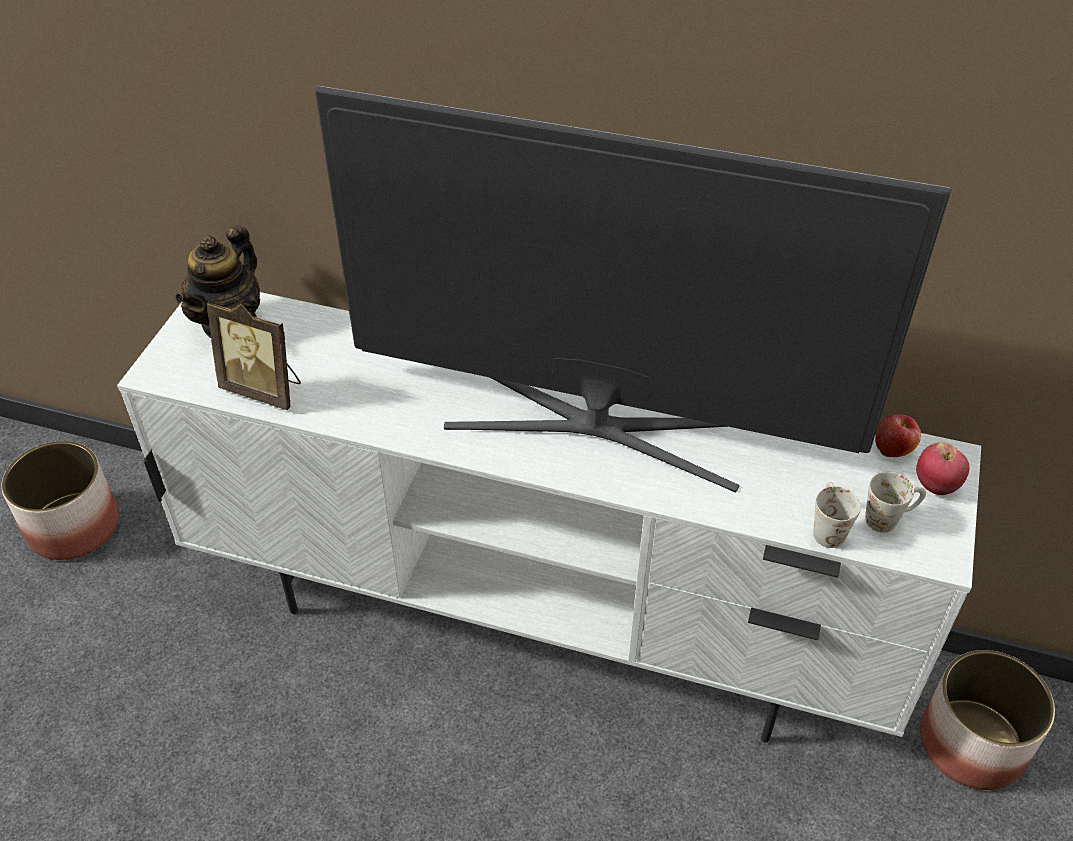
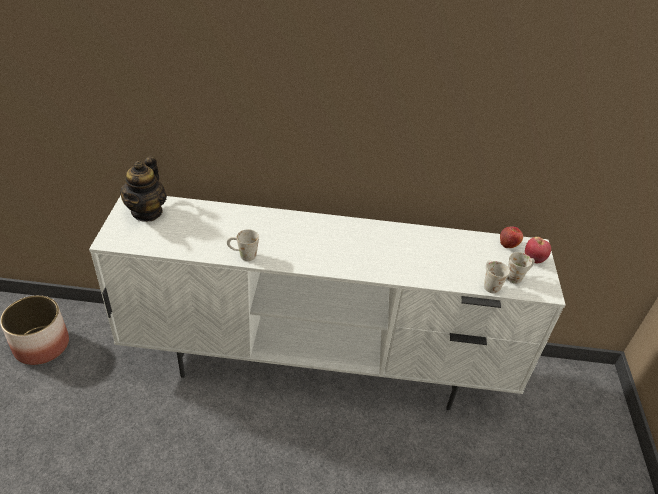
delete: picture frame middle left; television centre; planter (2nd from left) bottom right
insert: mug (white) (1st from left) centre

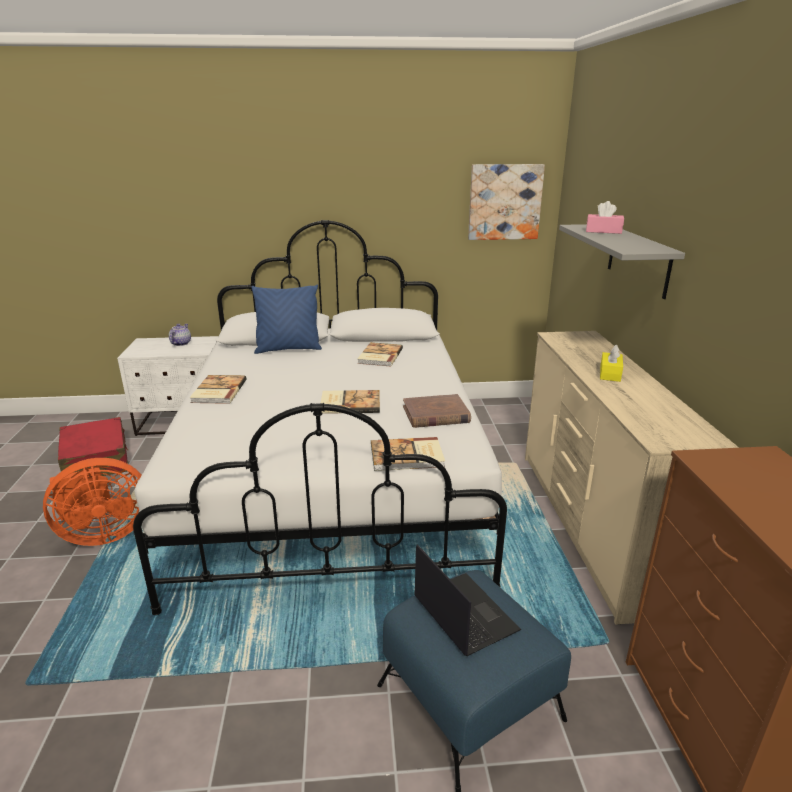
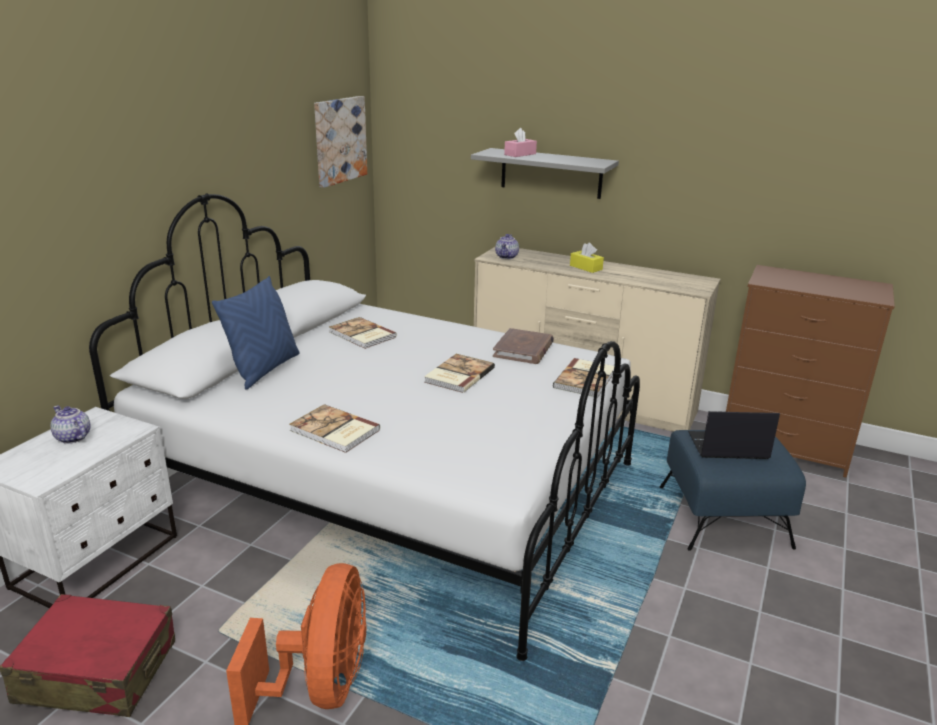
insert: teapot (2nd from left) centre

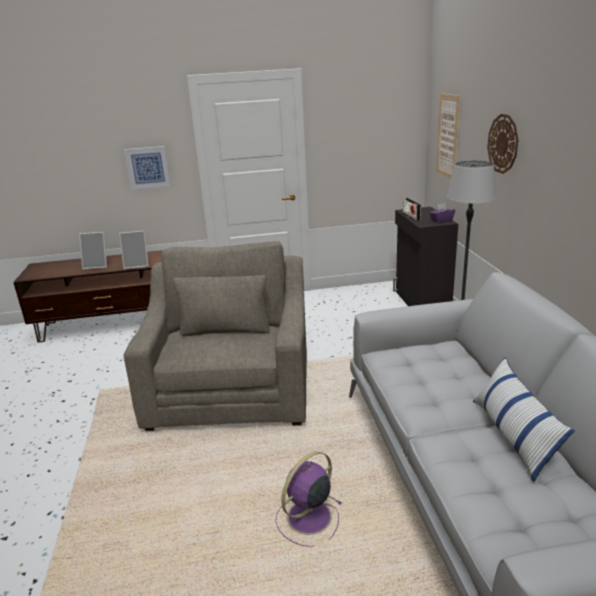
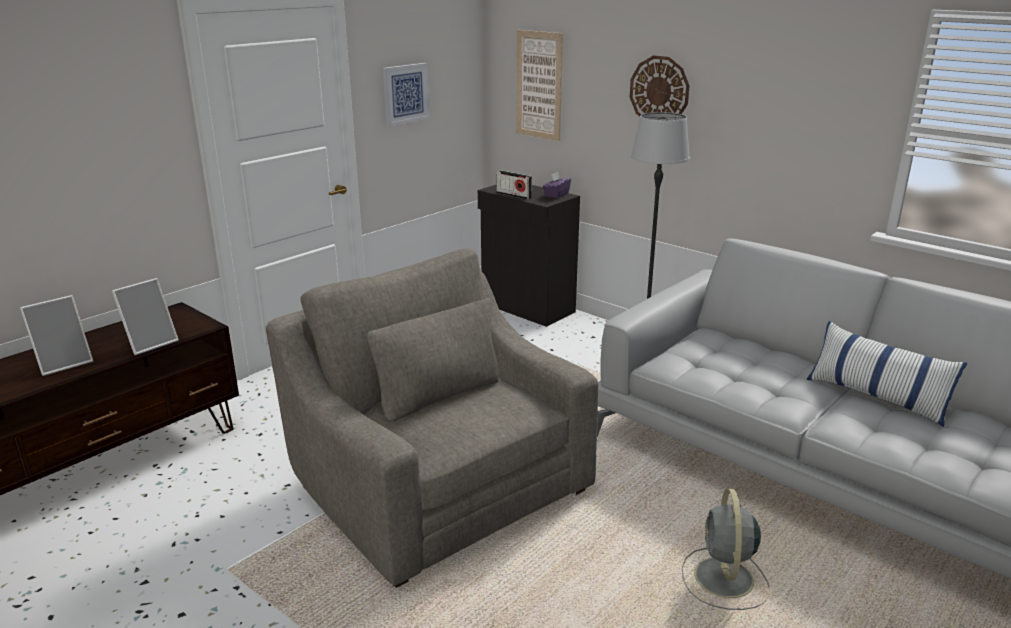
move: picture (1st from left) top left to top centre
recolor: fan (purple) bottom centre to fan (grey) bottom right

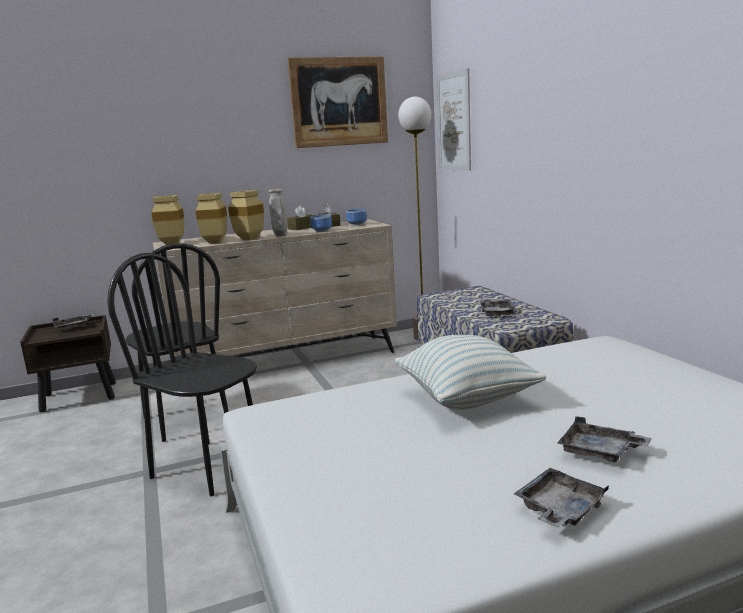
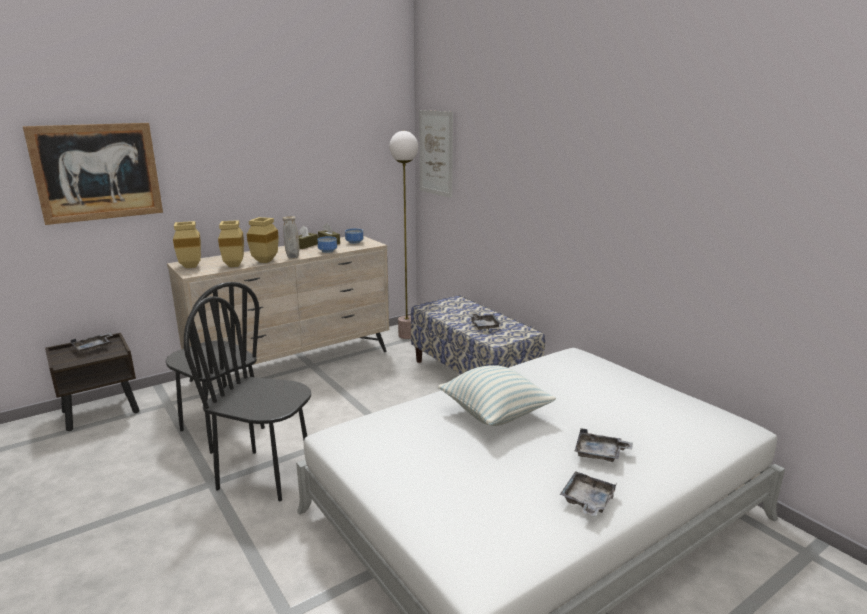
move: picture (1st from left) top centre to top left

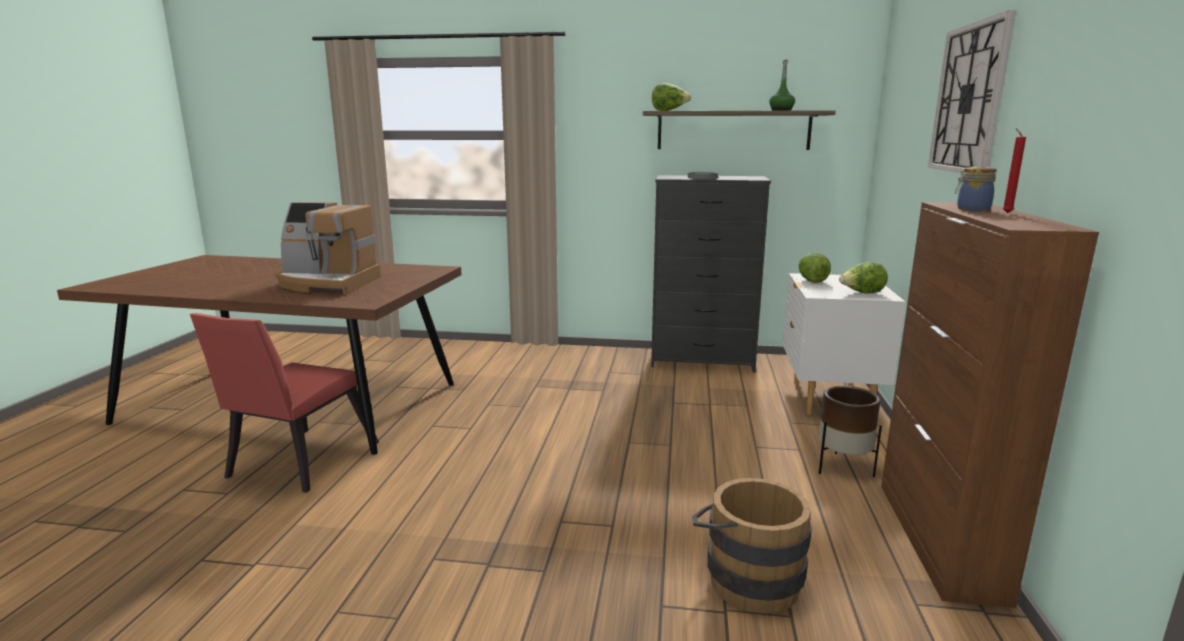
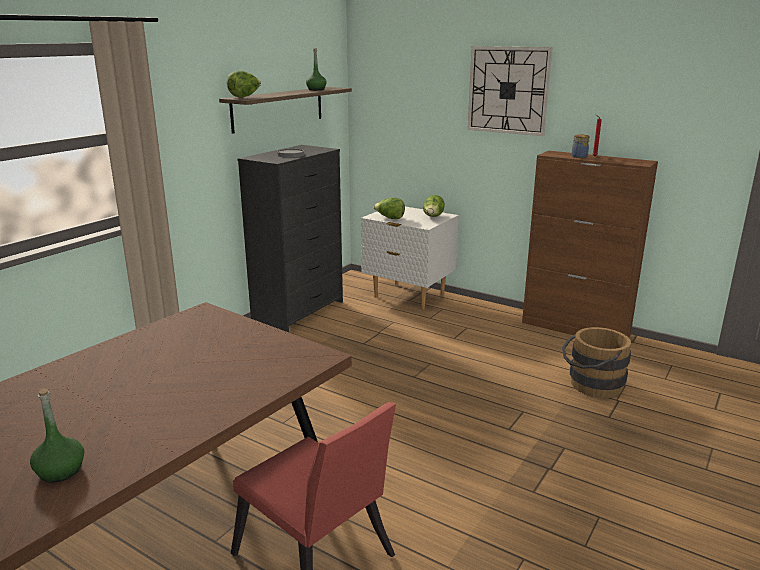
delete: coffee machine middle left; planter (brown) bottom right
insert: bottle (green) (1st from left) bottom left

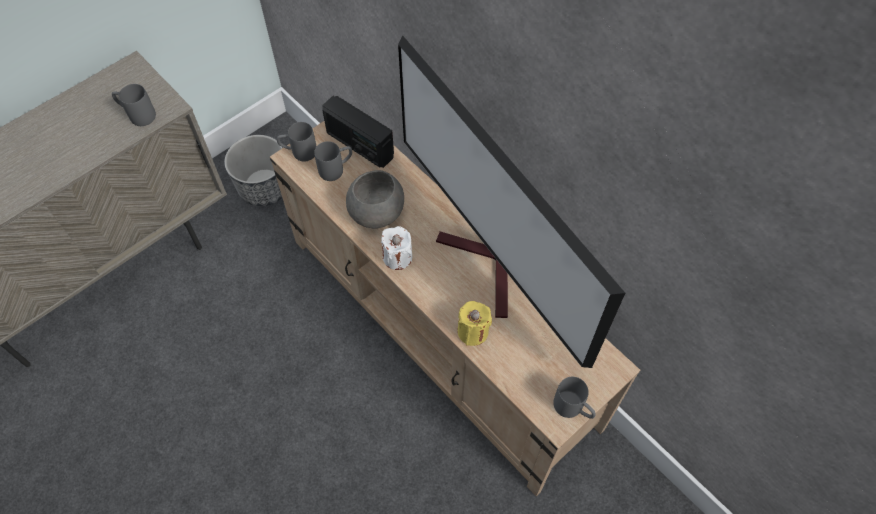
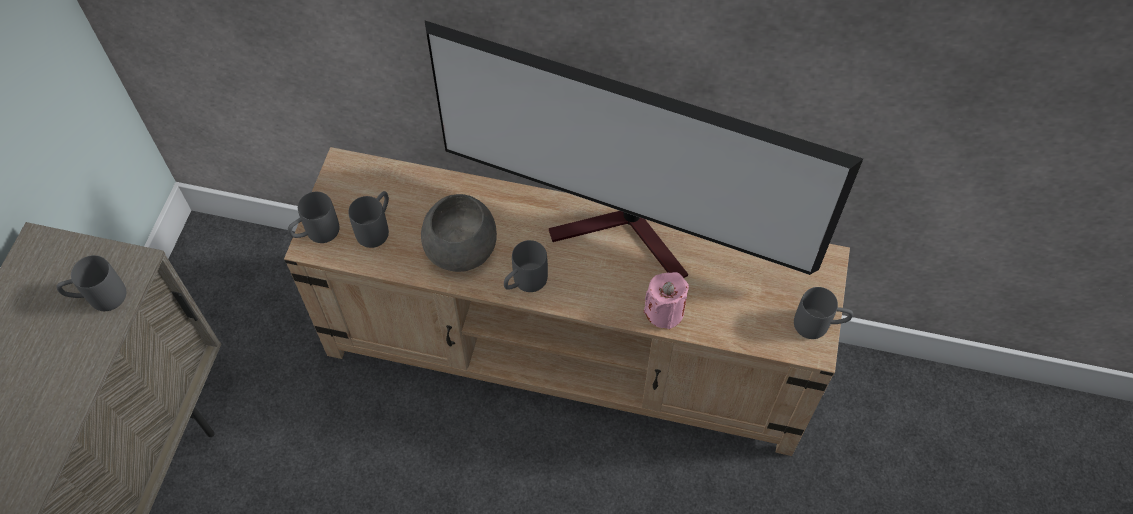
delete: planter top left; radio top centre
replace: candle (white) centre to mug (grey) (4th from left) centre
recolor: candle (yellow) centre to candle (pink) centre

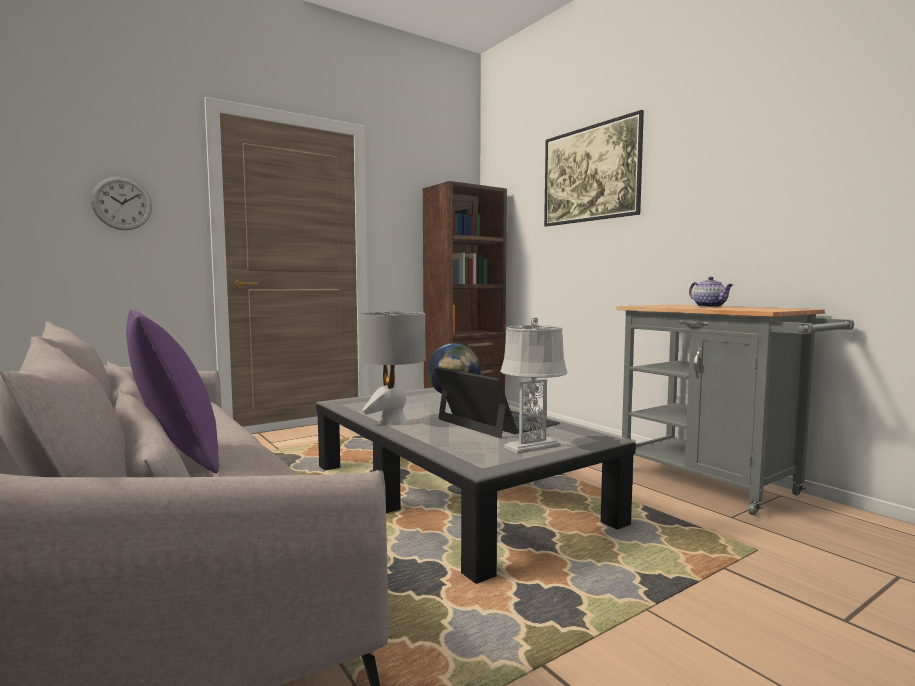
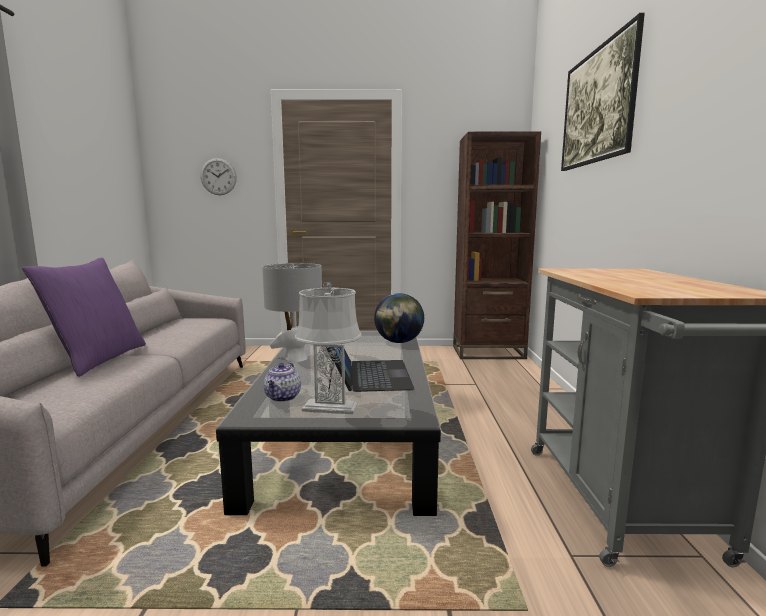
move: teapot middle right to centre

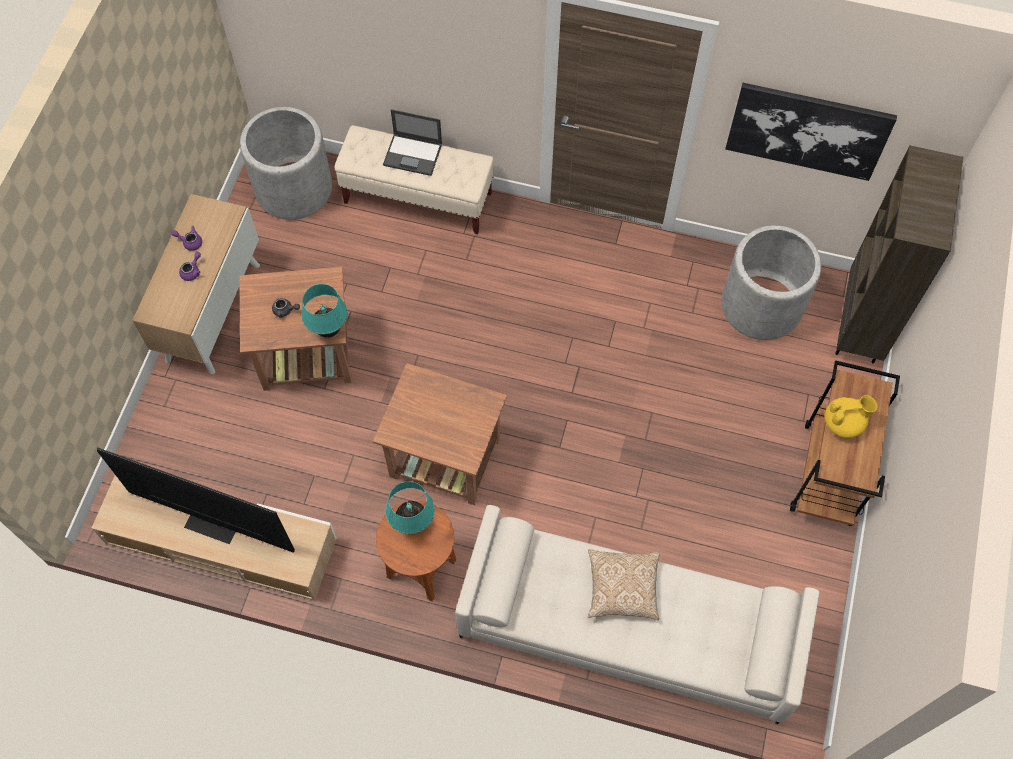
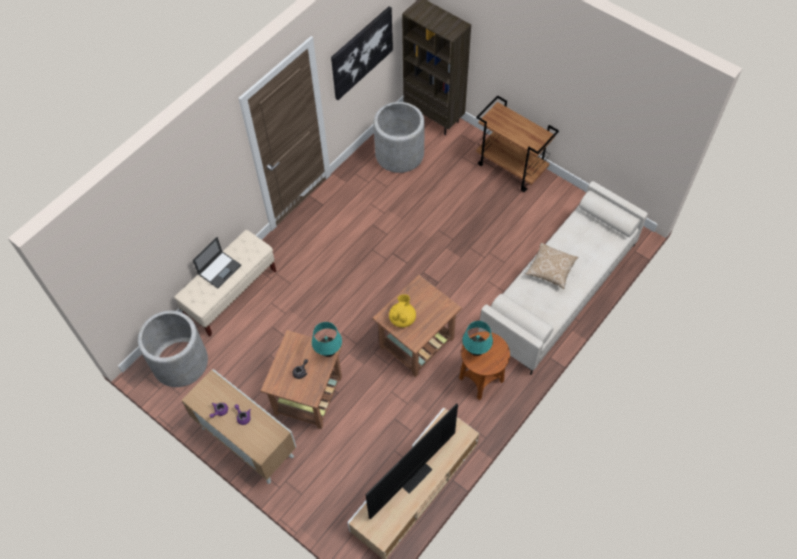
move: teapot (yellow) middle right to centre

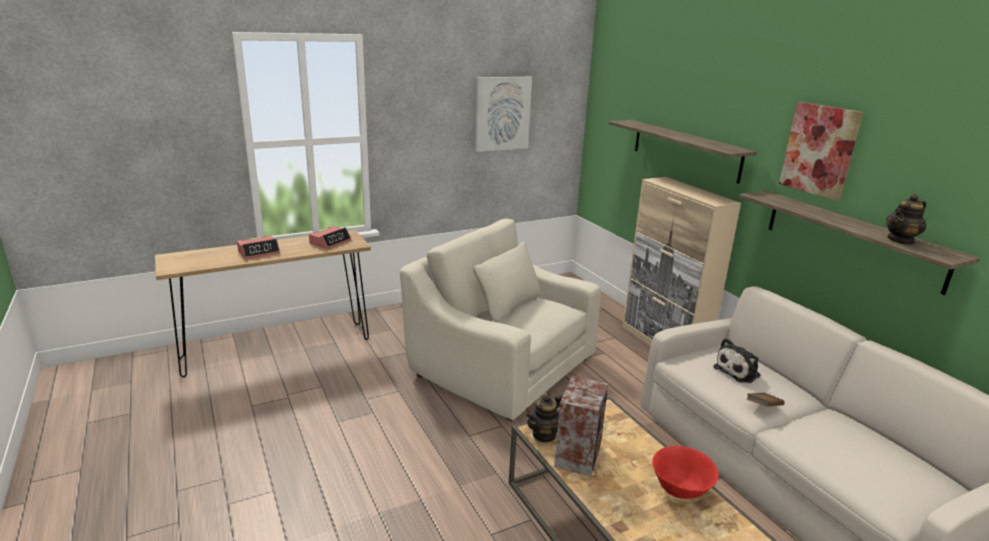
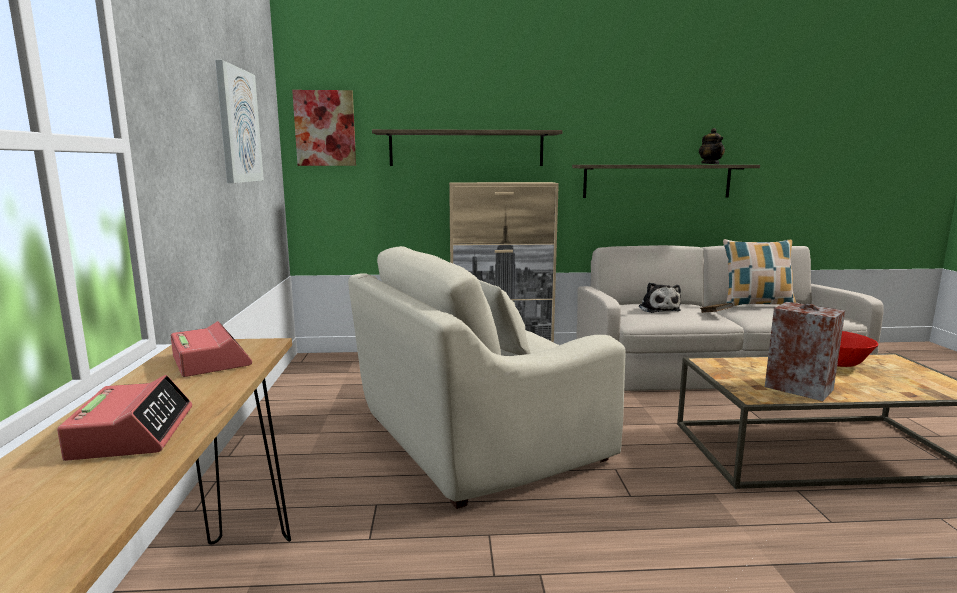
delete: teapot (1st from left) bottom centre
insert: pillow middle right
move: picture (2nd from left) top right to top centre

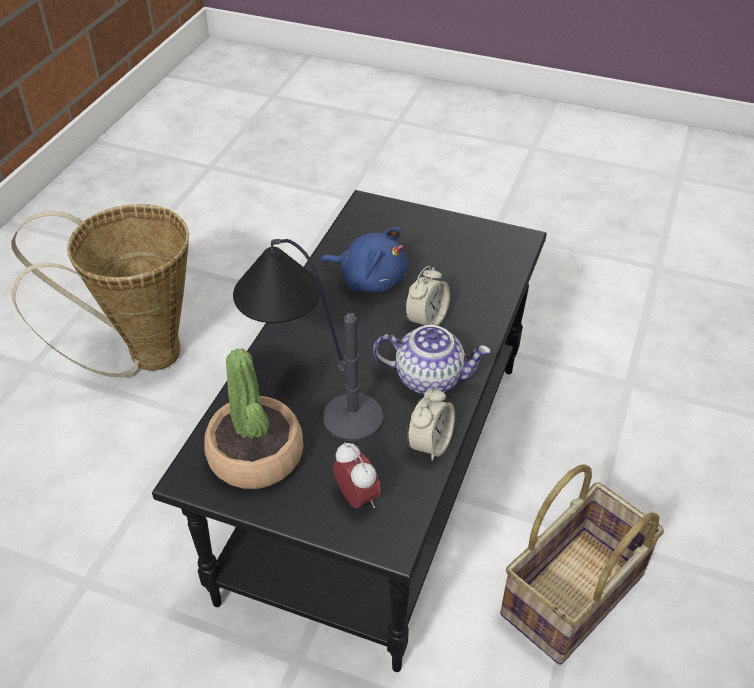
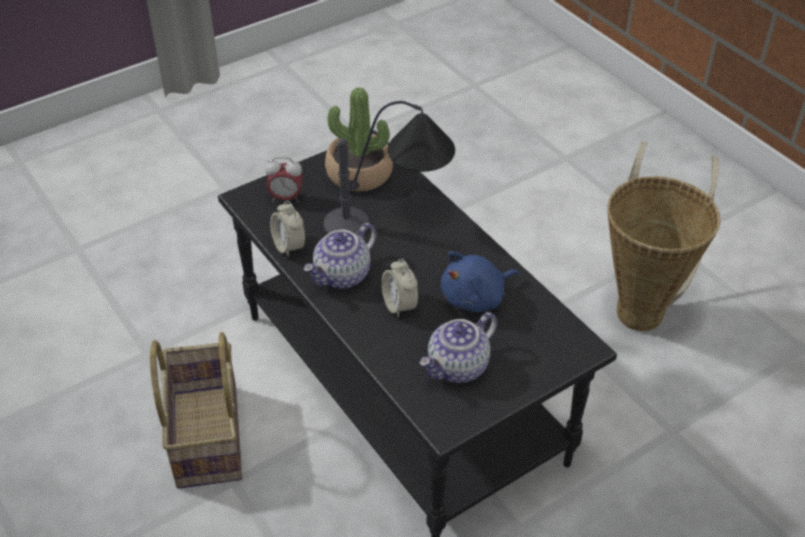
insert: teapot (2nd from left) centre

